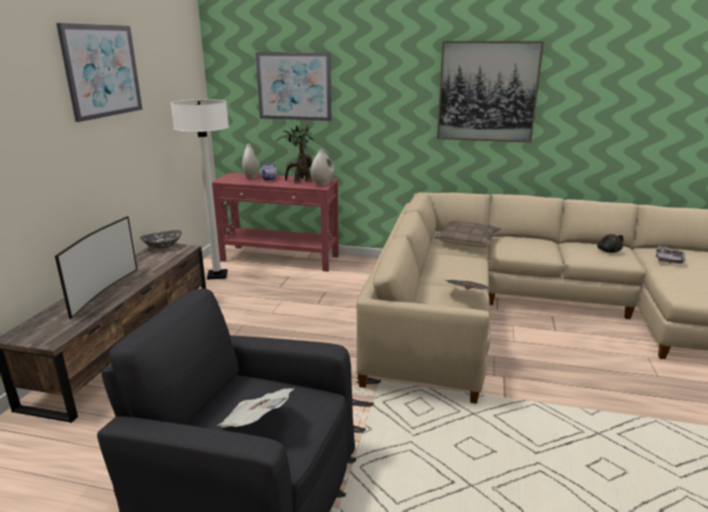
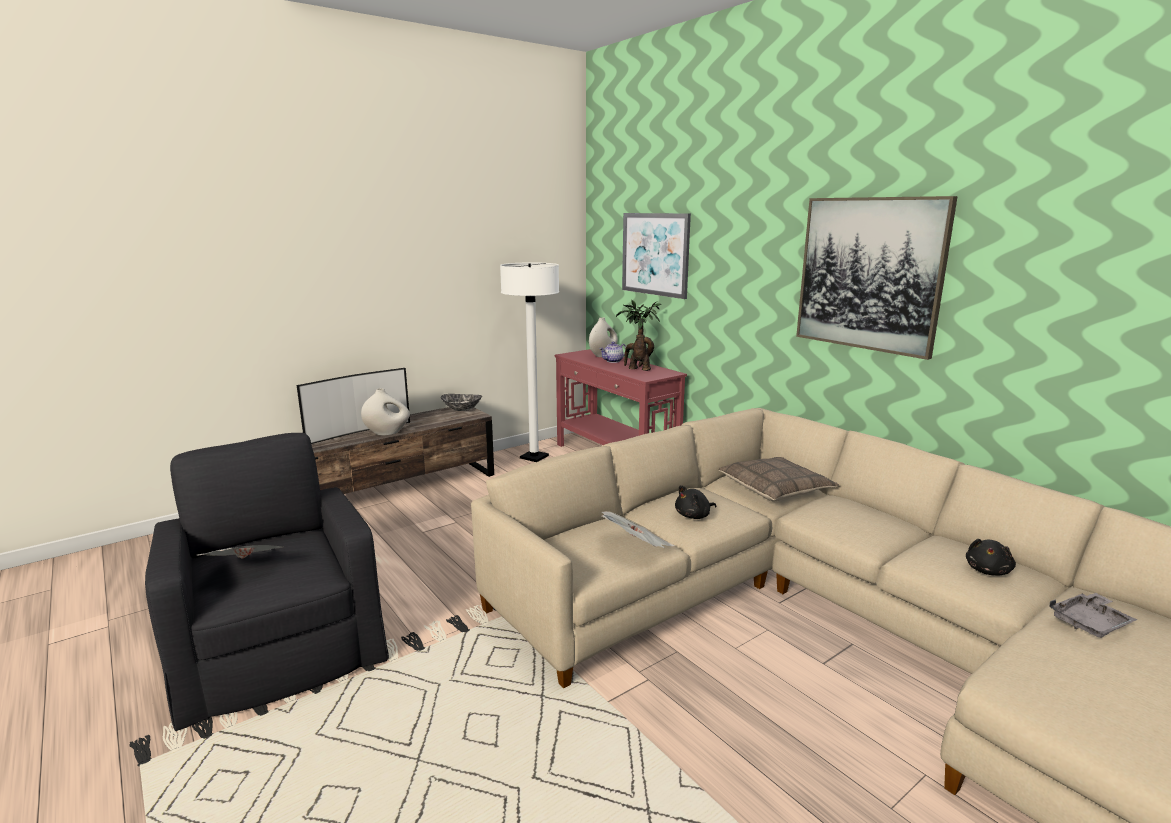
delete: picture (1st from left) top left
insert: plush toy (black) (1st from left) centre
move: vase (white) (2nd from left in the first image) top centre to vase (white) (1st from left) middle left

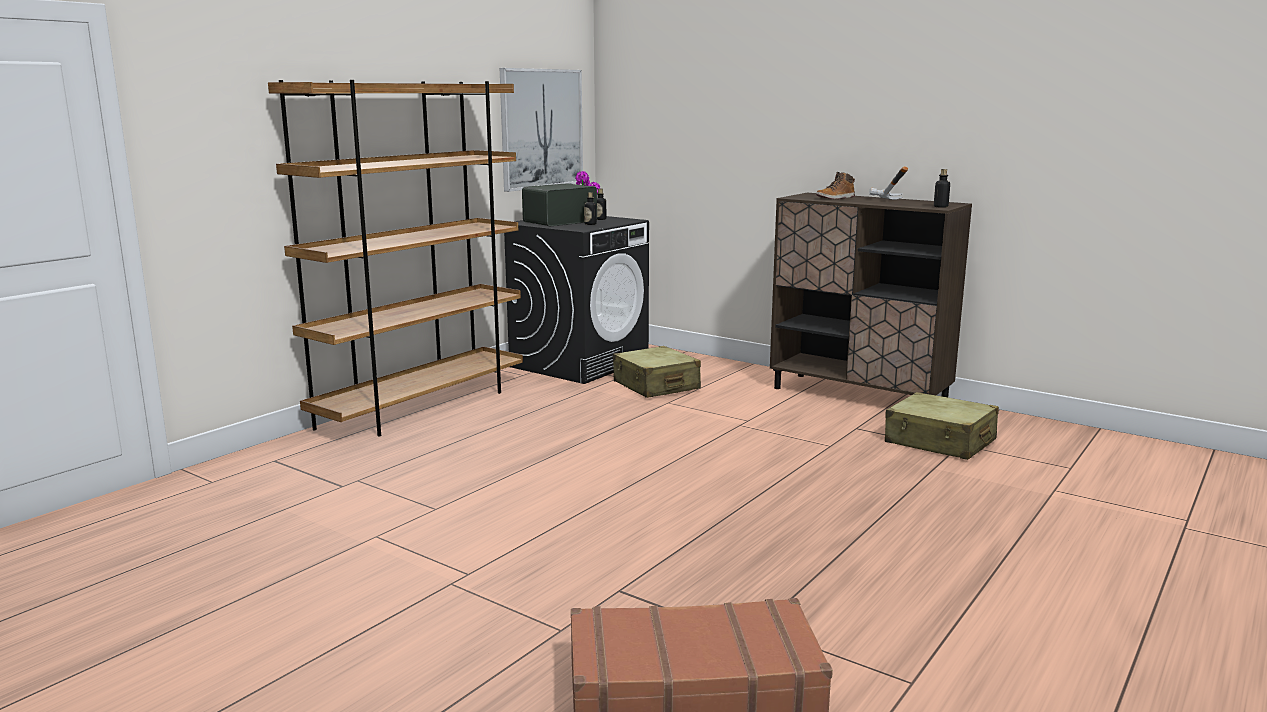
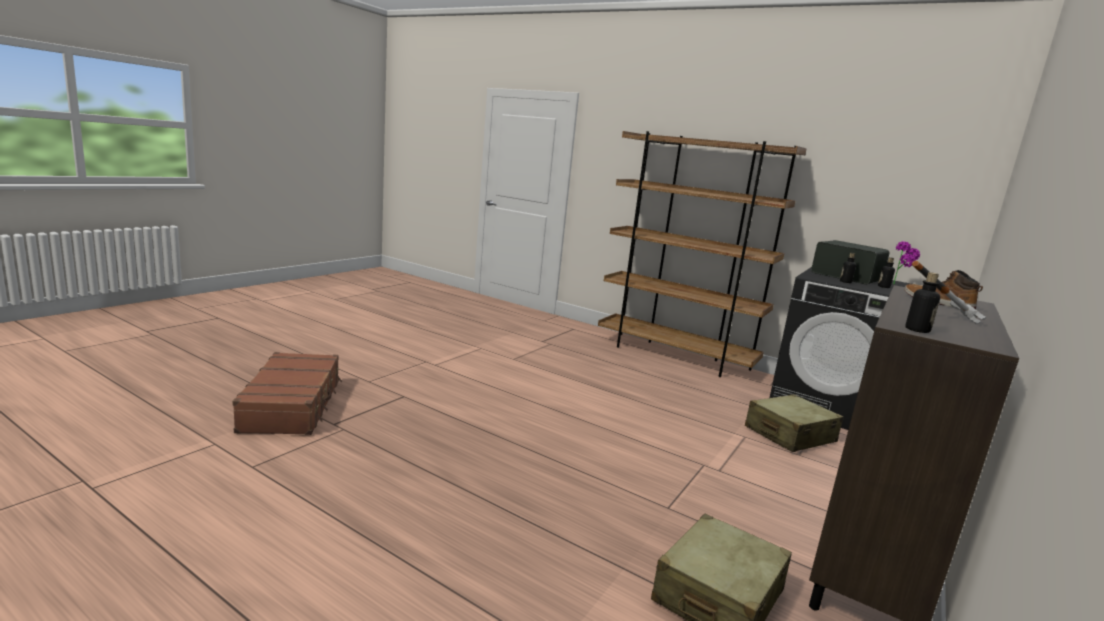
delete: picture top centre

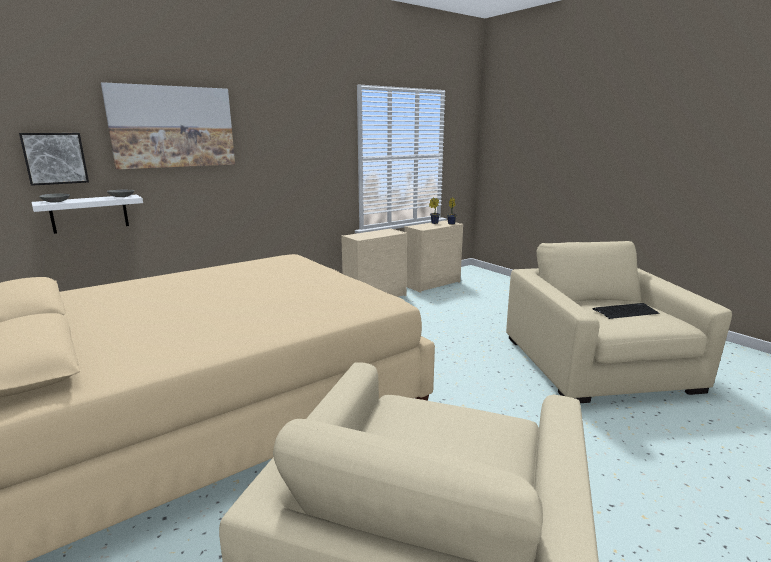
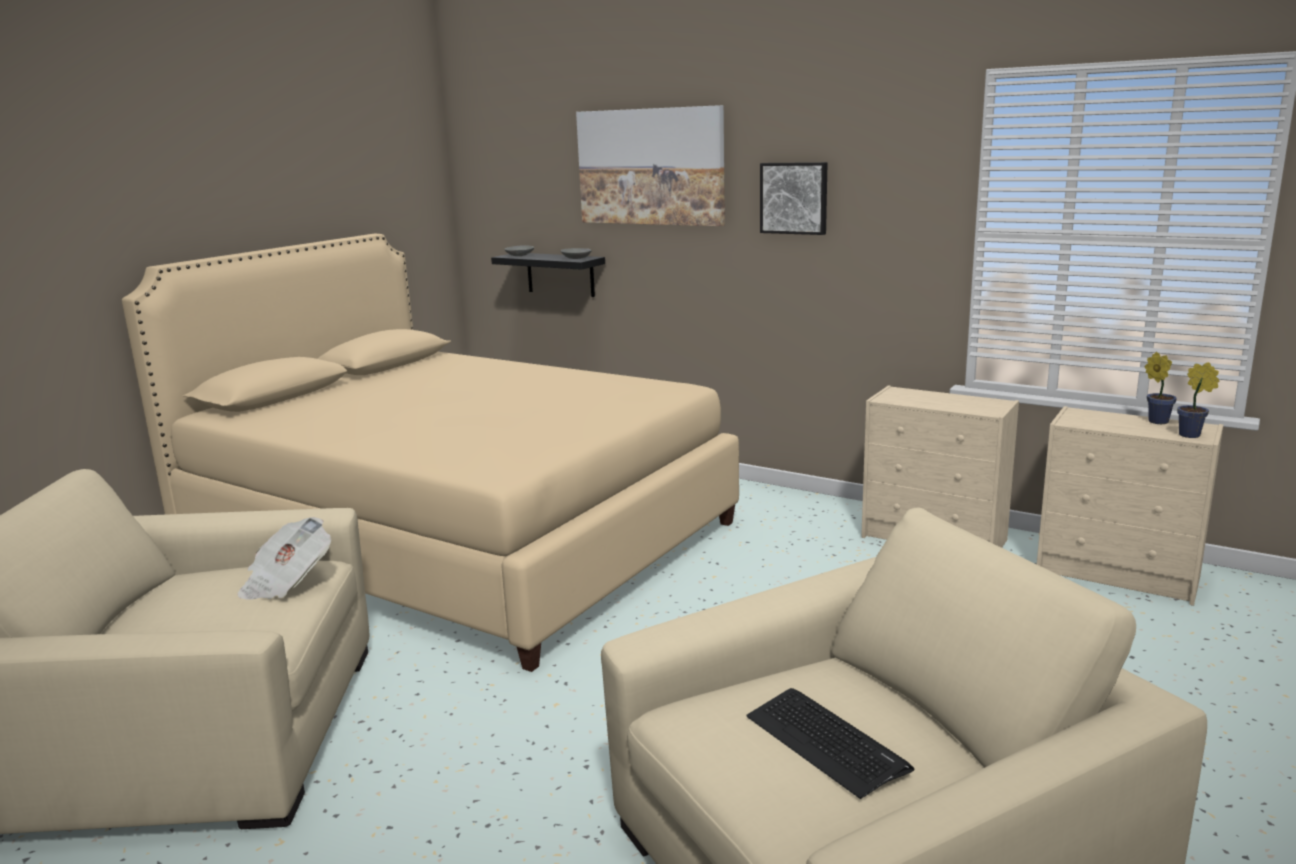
insert: newspaper middle left
move: picture (1st from left in the first image) top left to picture (2nd from left) top centre
recolor: shelf (white) middle left to shelf (black) top centre

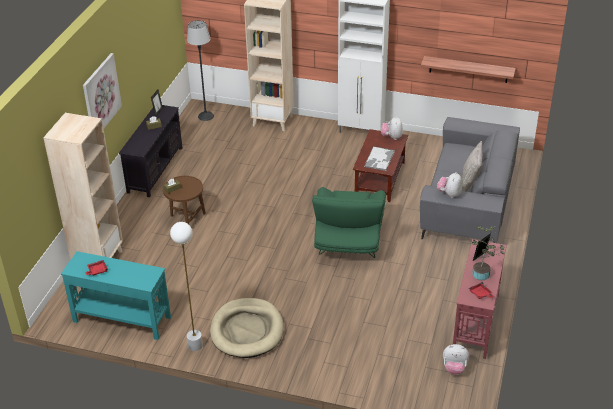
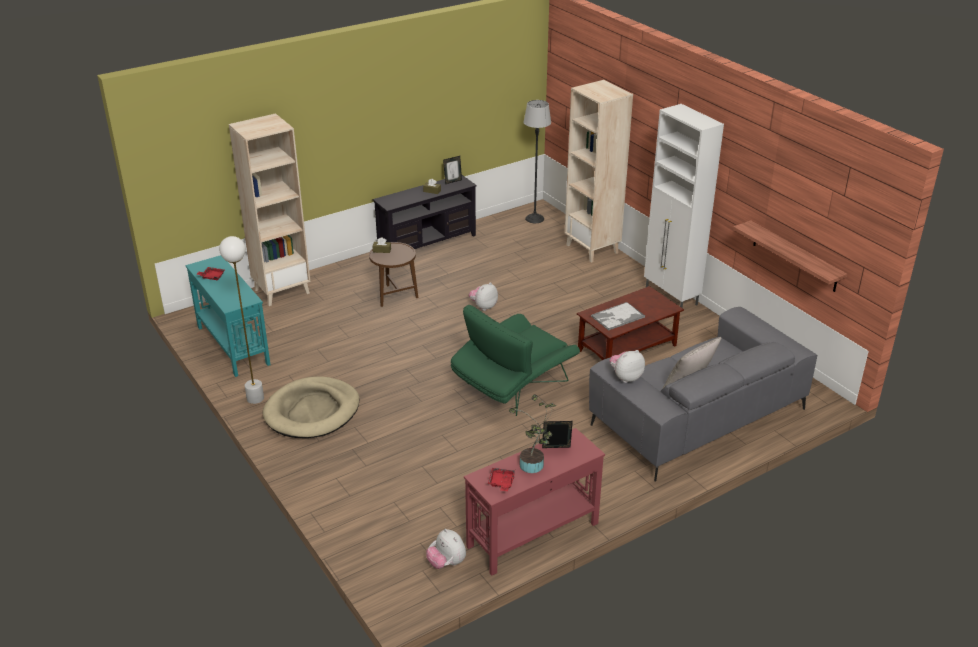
delete: picture top left
move: plush toy (1st from left in the first image) top centre to plush toy (2nd from left) centre

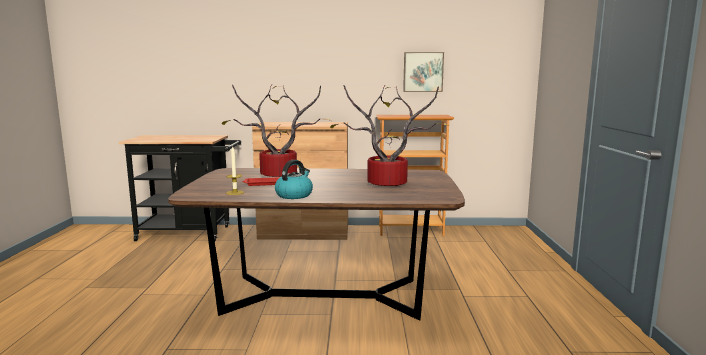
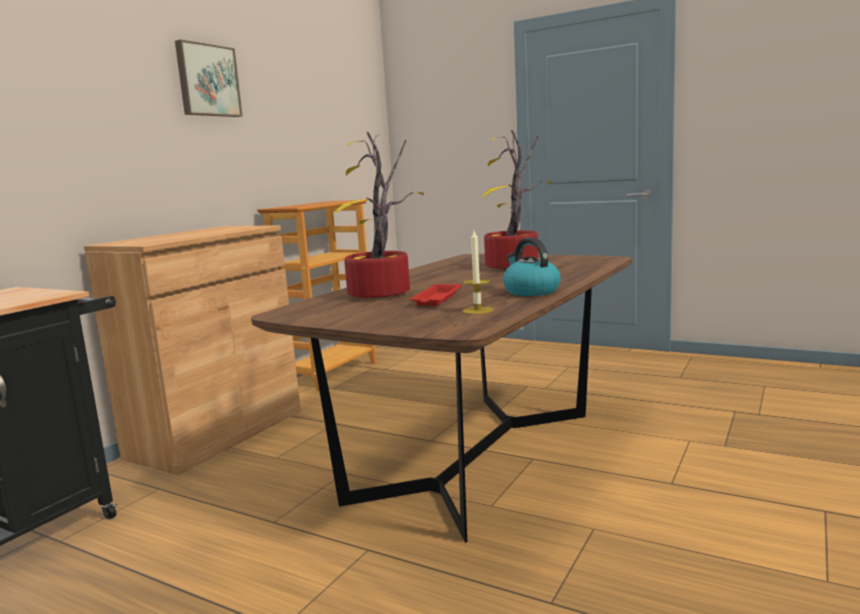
move: picture top centre to top left

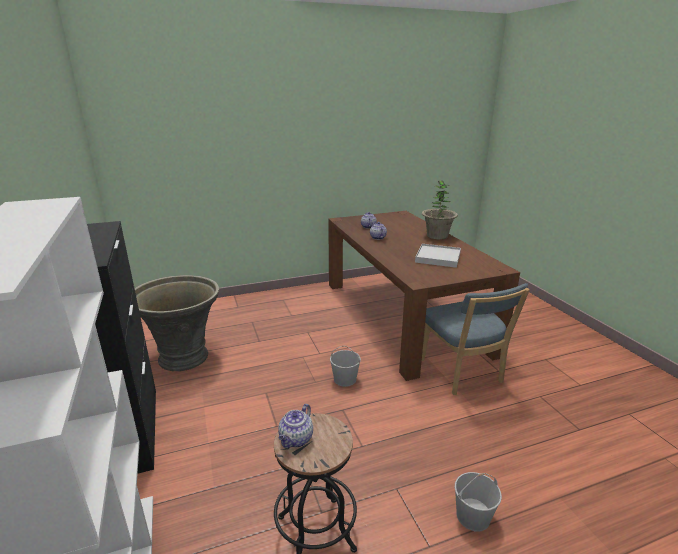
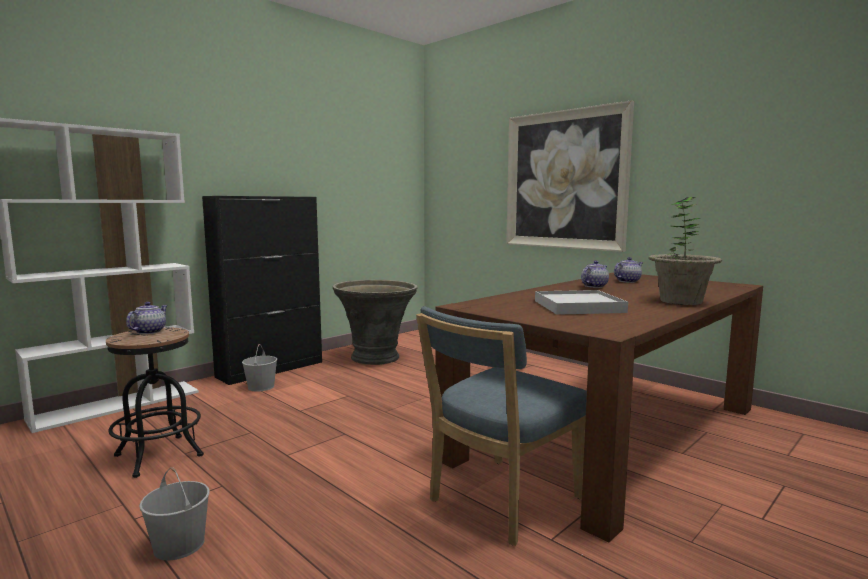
insert: picture top centre
move: bucket (white) (1st from left in the first image) centre to bucket (white) (2nd from left) middle left
rotate: teapot (1st from left) bottom centre = middle left 105 degrees clockwise

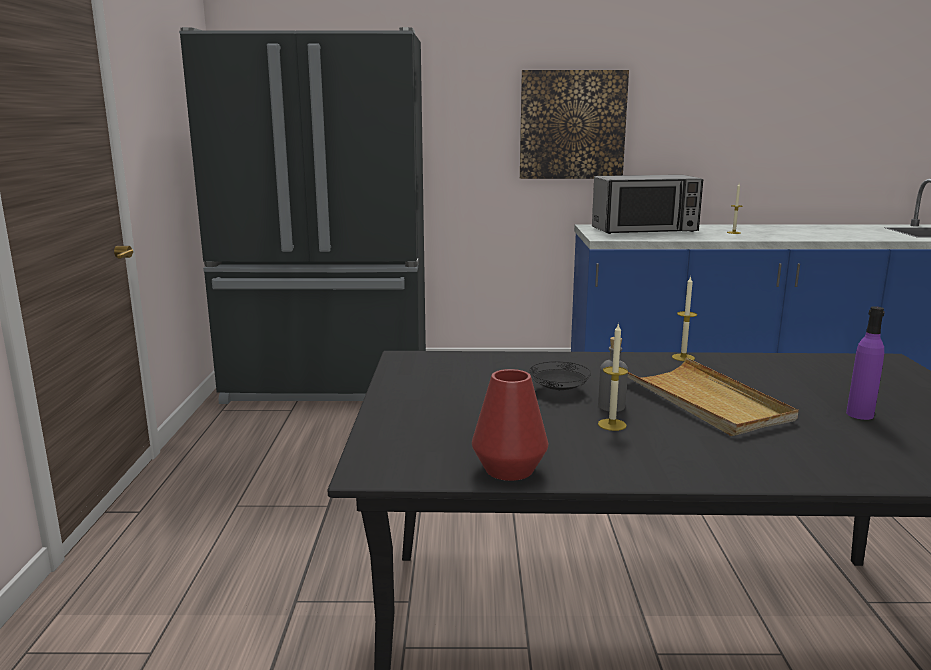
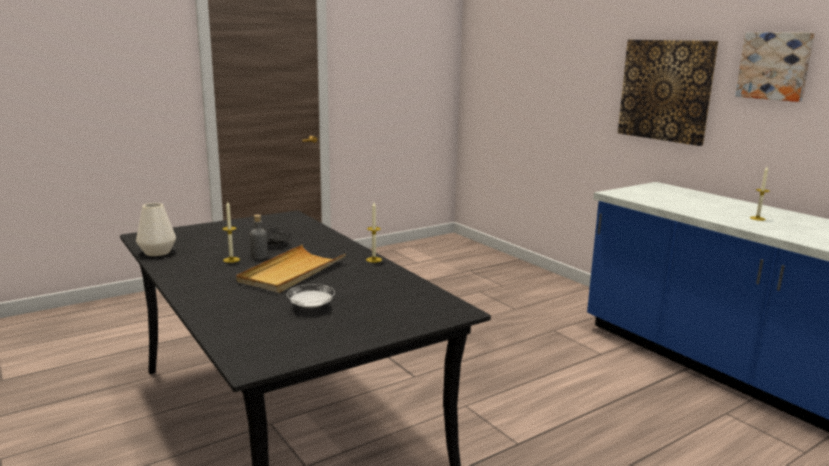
delete: fridge (black) top left; microwave top right
insert: picture (2nd from left) top right
replace: bottle (purple) middle right to plate (white) centre
recolor: vase (red) centre to vase (white) middle left

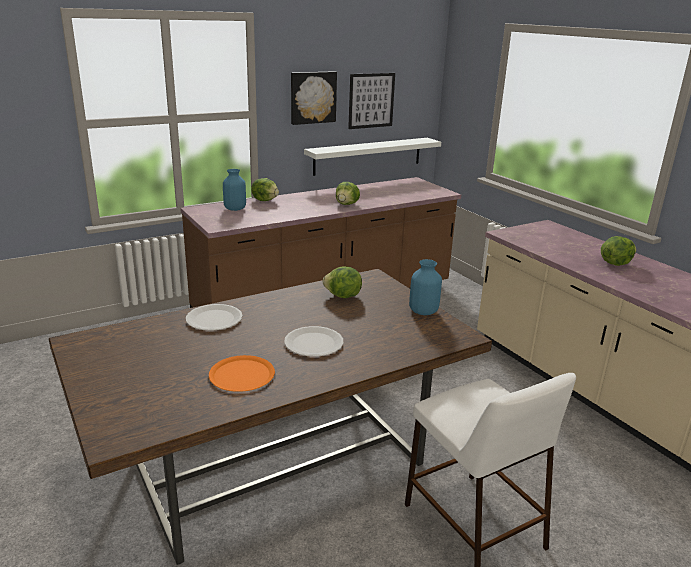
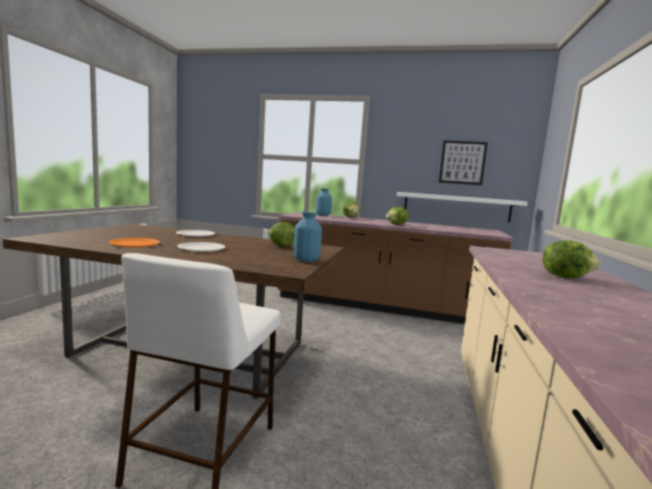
delete: picture (1st from left) top centre

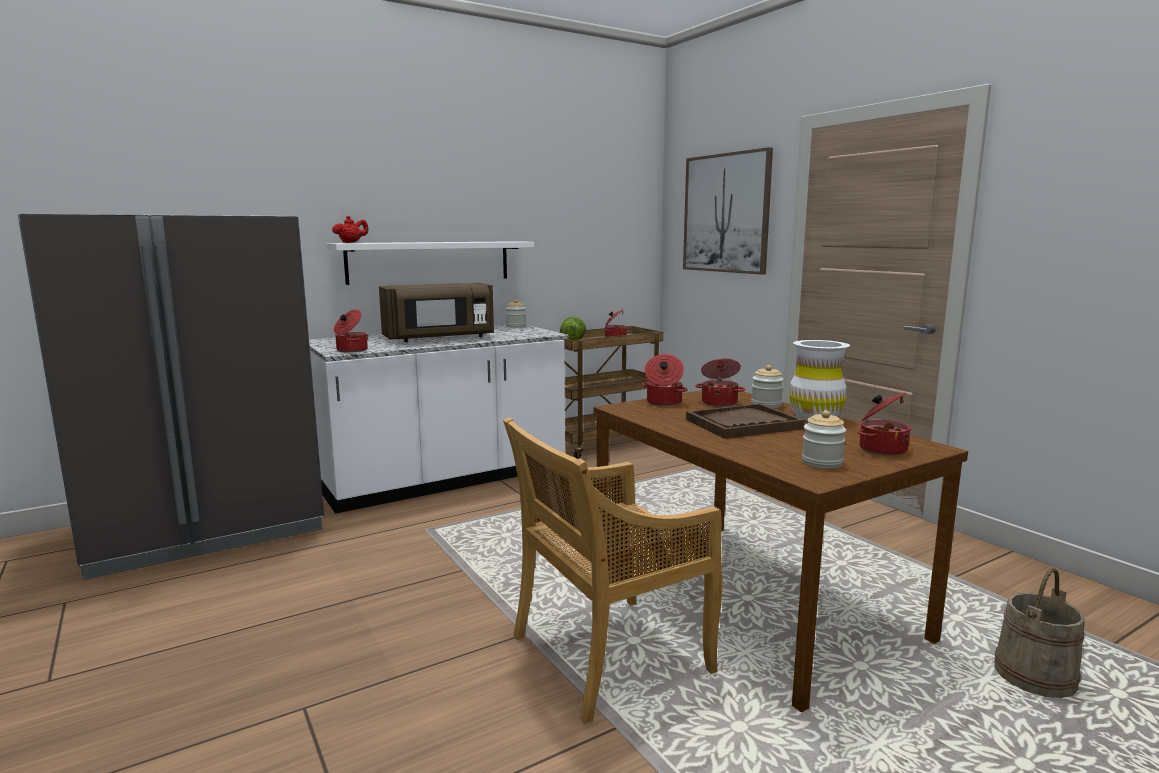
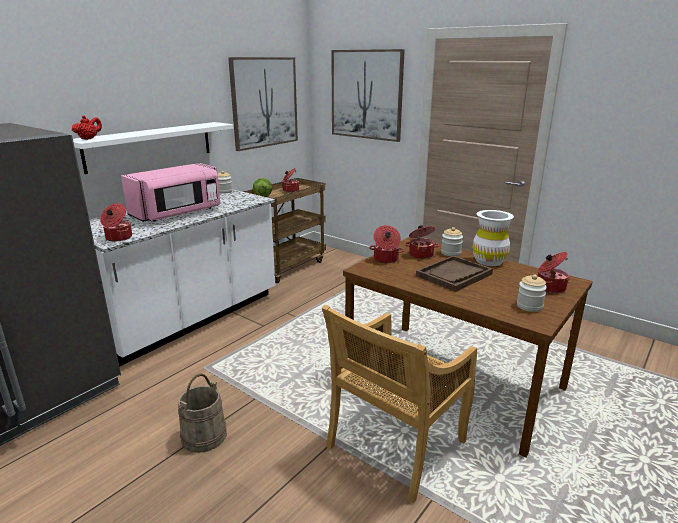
insert: picture (1st from left) top centre
move: bucket (beige) bottom right to bottom left
recolor: microwave (brown) centre to microwave (pink) middle left

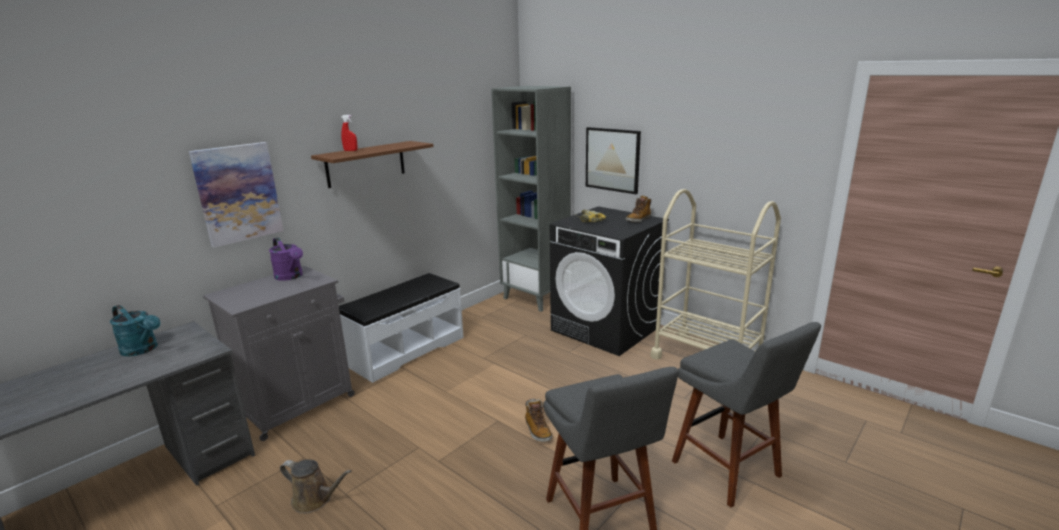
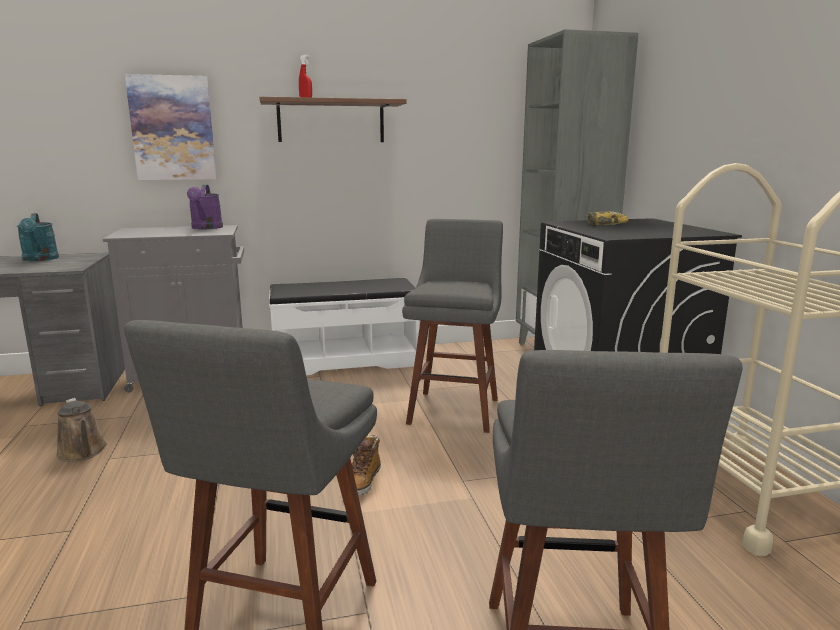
delete: picture (2nd from left) top centre; boot (2nd from left) centre
insert: stool (grey) (2nd from left) centre

